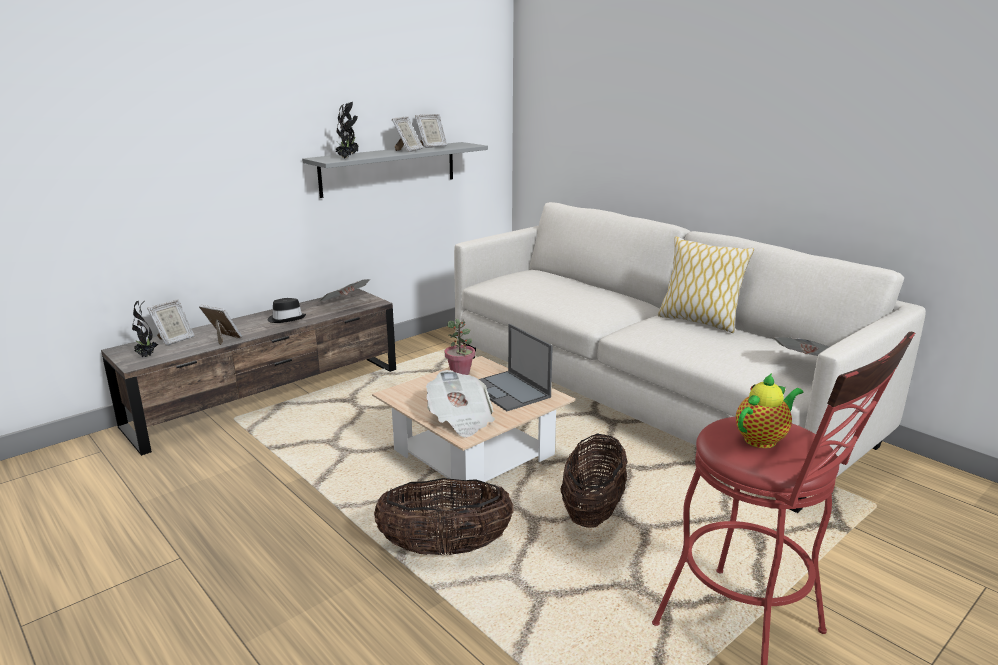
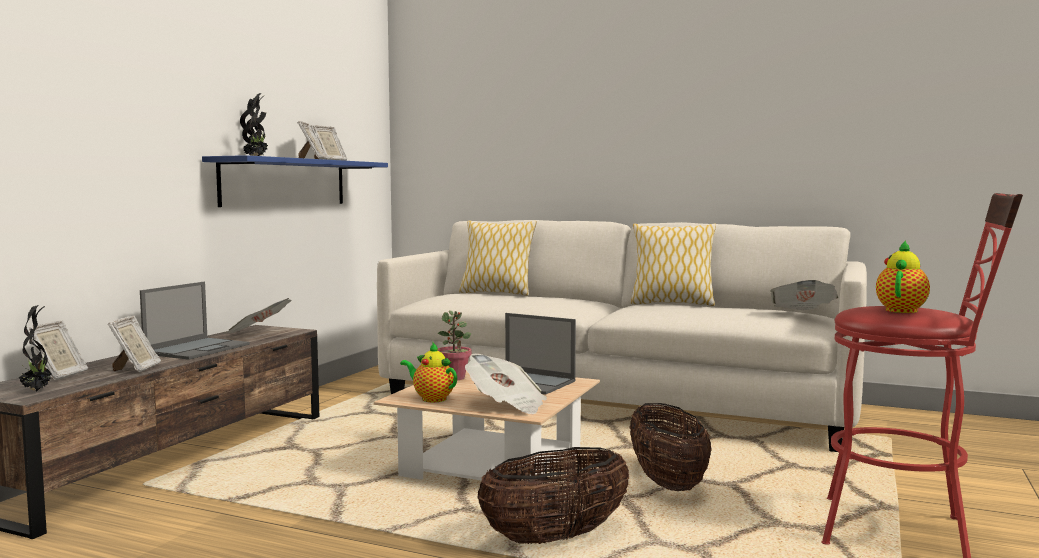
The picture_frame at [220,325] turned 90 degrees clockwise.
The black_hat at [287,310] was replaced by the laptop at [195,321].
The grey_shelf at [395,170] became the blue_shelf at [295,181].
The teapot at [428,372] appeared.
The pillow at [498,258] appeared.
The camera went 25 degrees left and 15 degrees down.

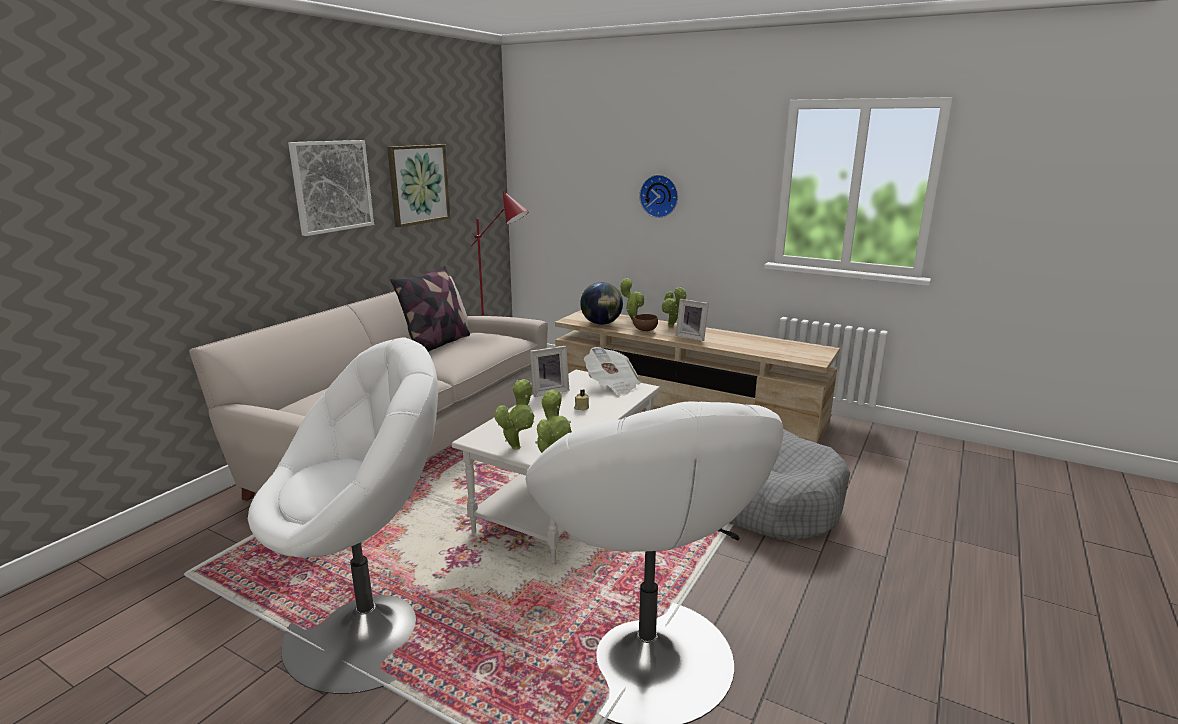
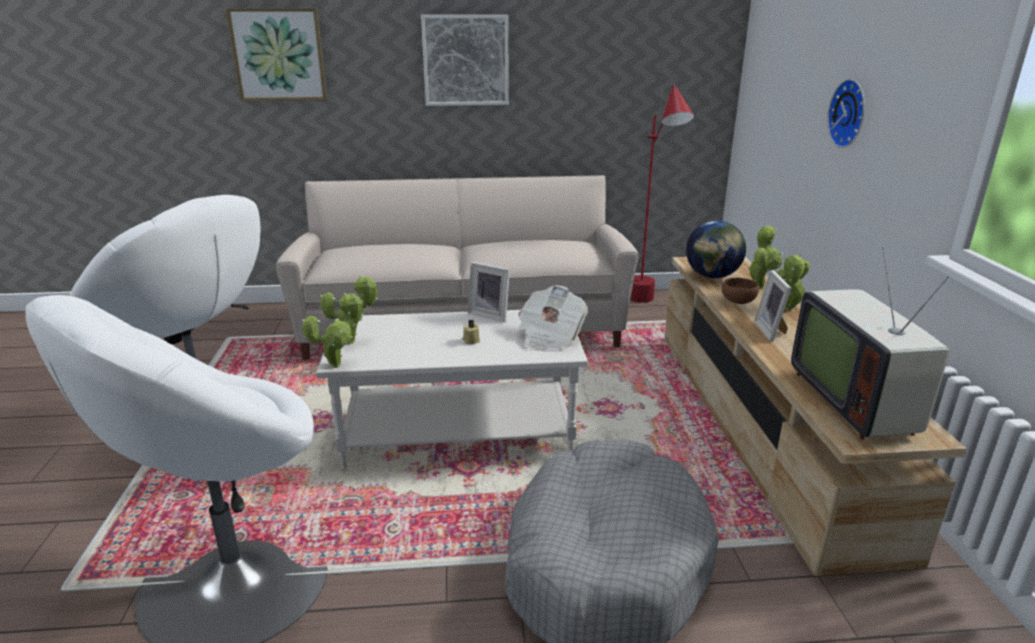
The picture moved from [418,185] to [276,54].
The television at [870,343] appeared.
The pillow at [430,309] disappeared.
The camera went 55 degrees right and 5 degrees up.

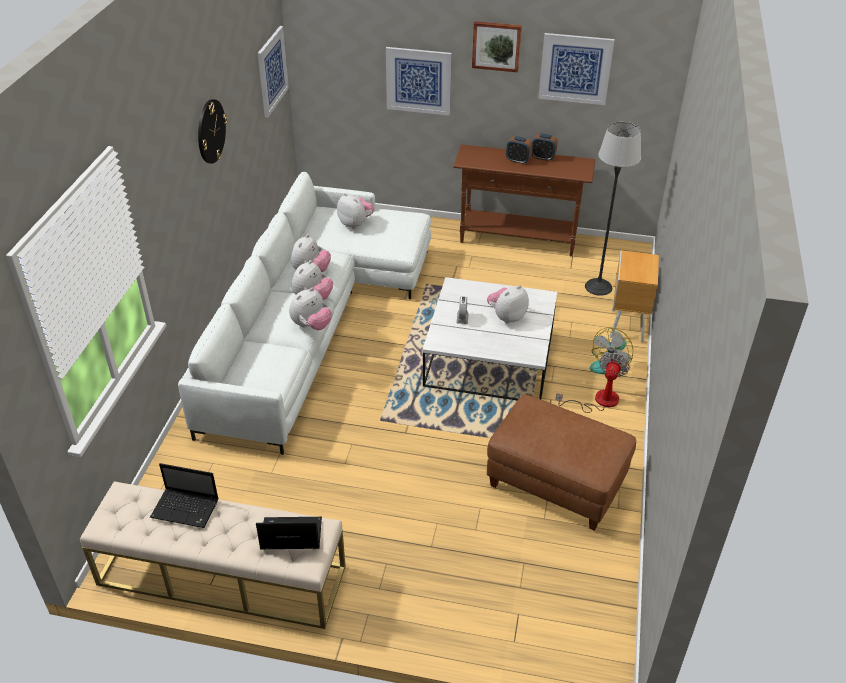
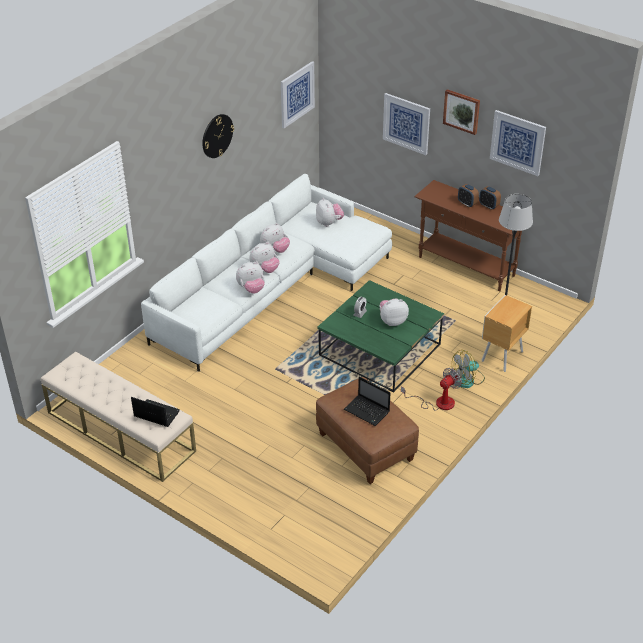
The white_coffee_table at [490,338] became the green_coffee_table at [380,336].
The laptop moved from [184,495] to [367,401].
The camera went 25 degrees right and 0 degrees up.

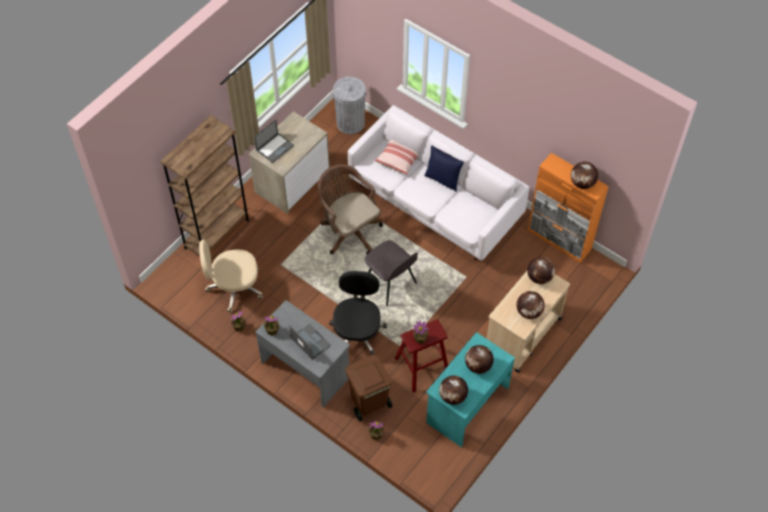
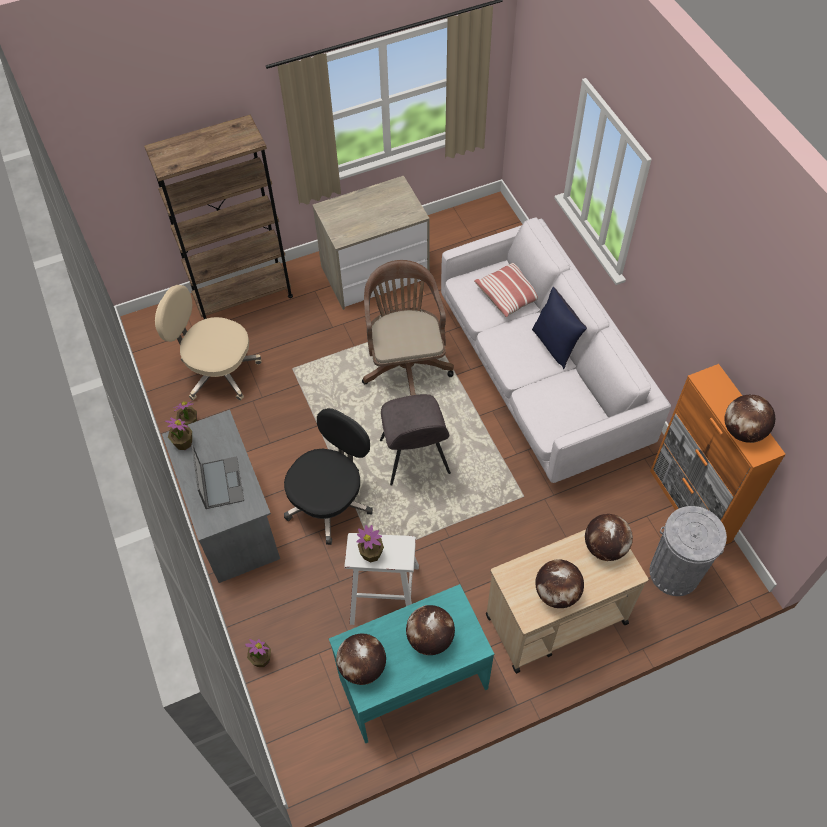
The red_stool at [421,356] became the white_stool at [381,579].
The grey_trash_can moved from [349,105] to [688,551].
The laptop at [274,141] disappeared.
The brown_trash_can at [368,388] disappeared.
The camera went 30 degrees right and 0 degrees up.

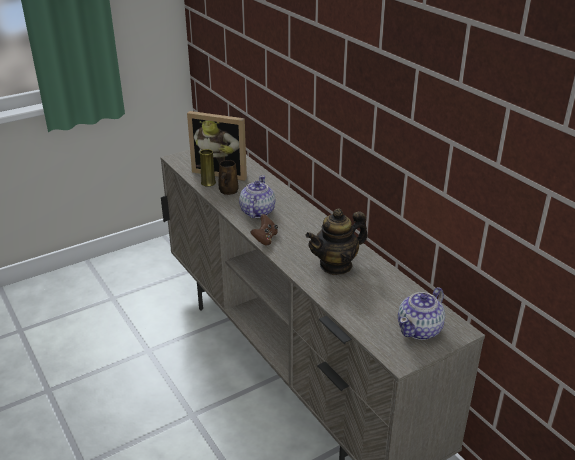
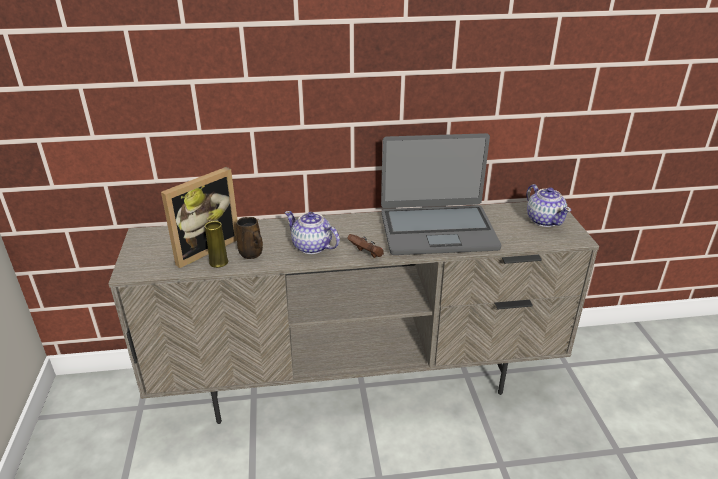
The teapot at [337,242] was replaced by the laptop at [441,194].
The camera went 65 degrees left and 0 degrees up.

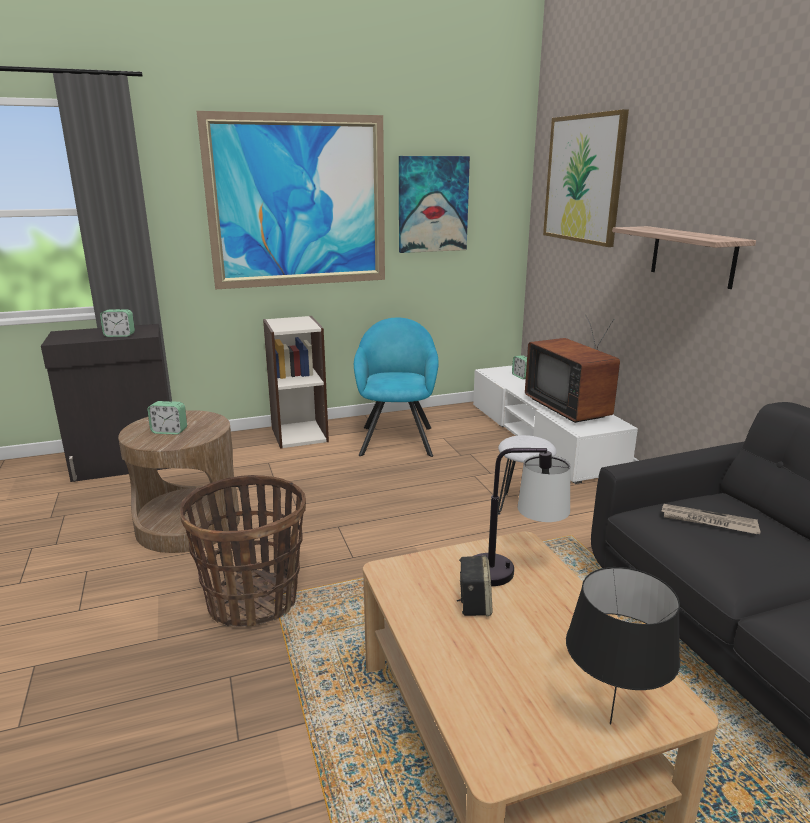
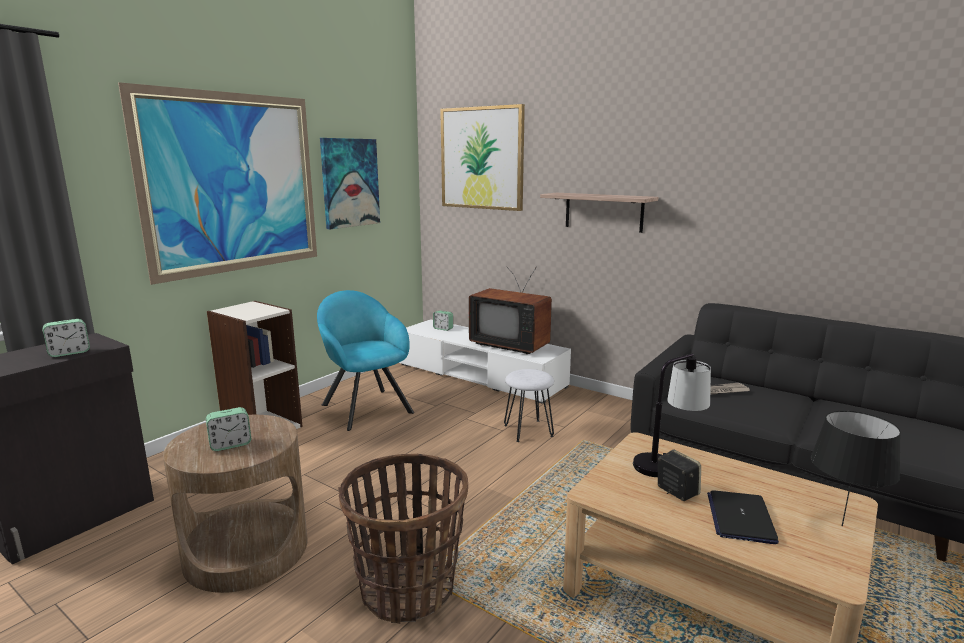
The laptop at [743,517] appeared.
The camera went 35 degrees left and 5 degrees down.

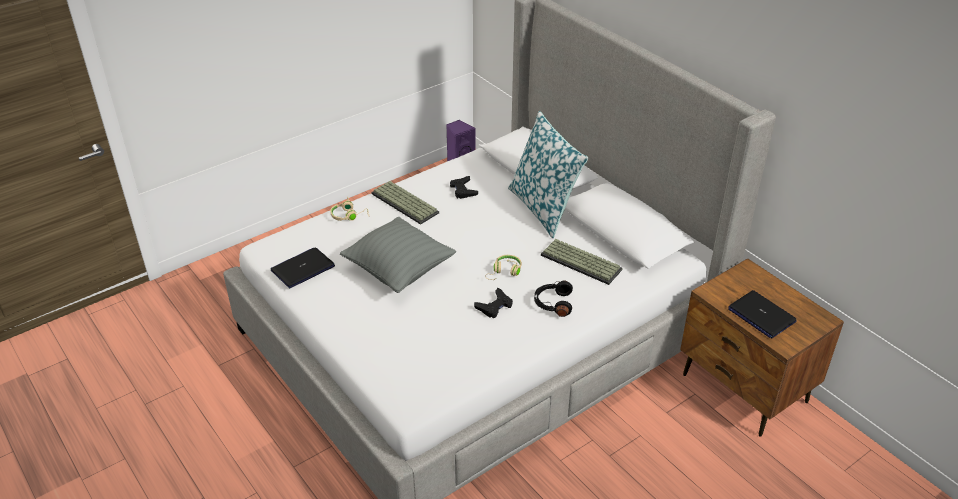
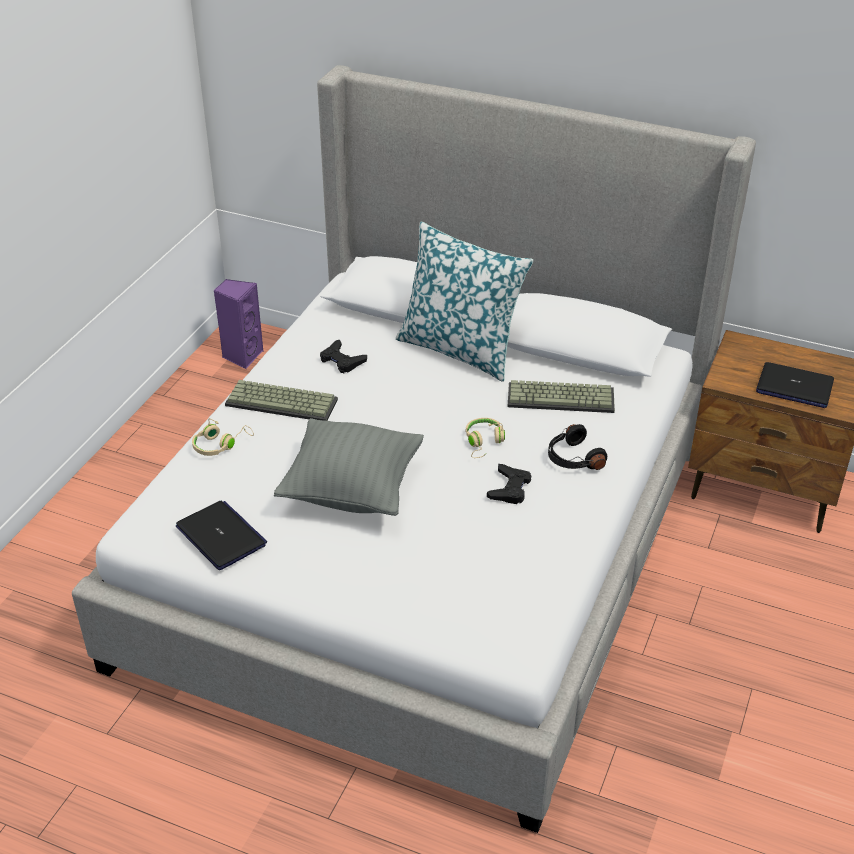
The laptop at [303,267] turned 120 degrees clockwise.
The camera went 30 degrees left and 0 degrees up.

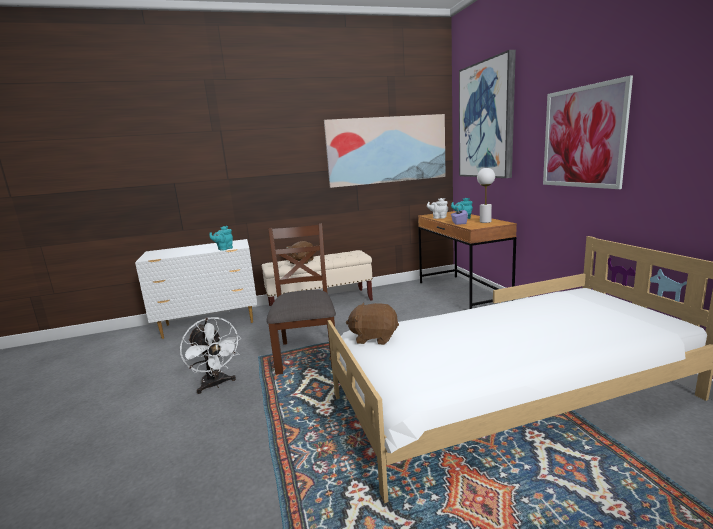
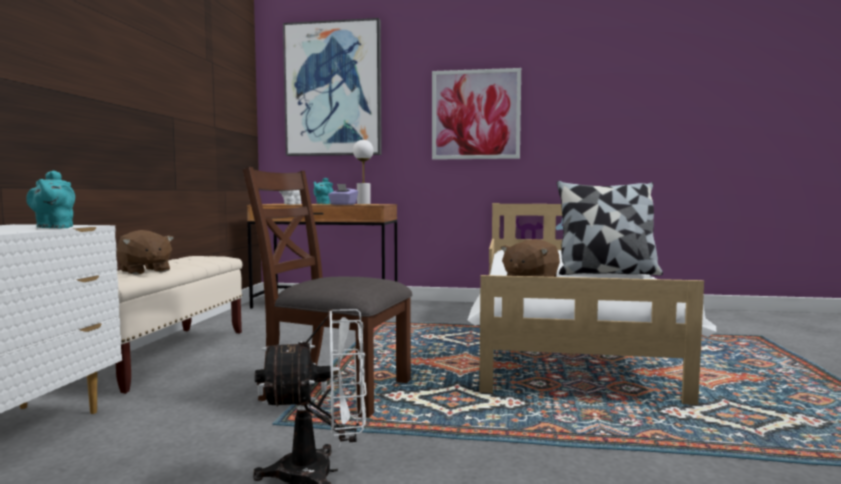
The pillow at [610,228] appeared.
The picture at [385,151] disappeared.
The camera went 65 degrees left and 10 degrees down.

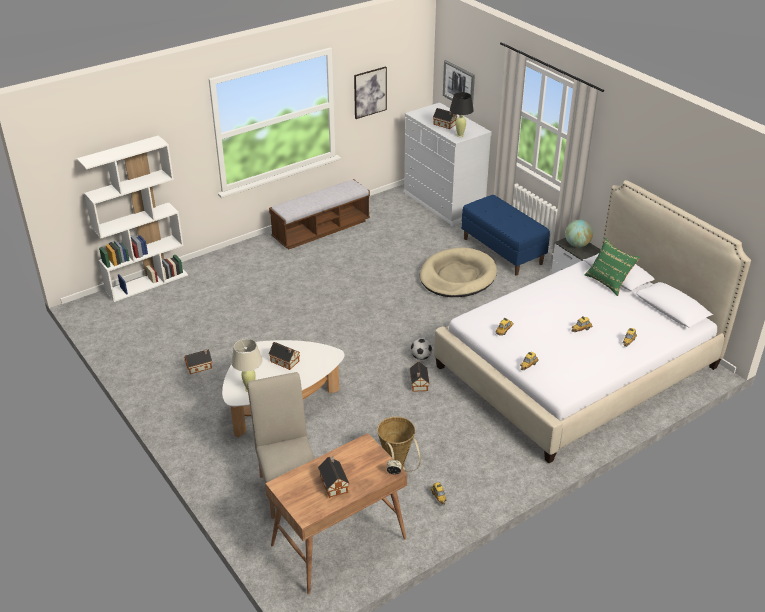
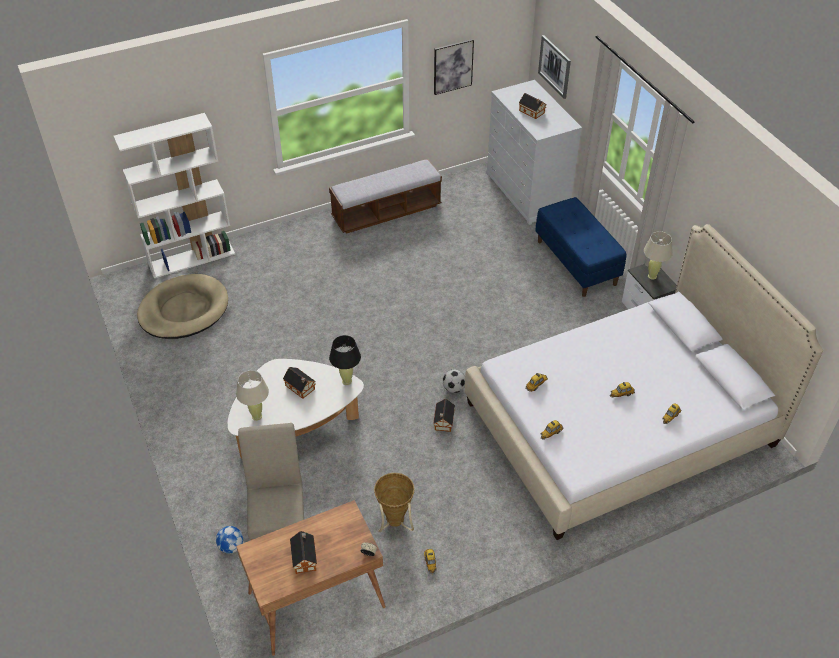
The beige_dog_bed moved from [458,272] to [182,306].
The football at [229,539] appeared.
The black_table_lamp moved from [462,114] to [345,360].
The globe at [579,233] was replaced by the beige_table_lamp at [658,255].
The toy_house at [198,361] disappeared.
The green_pillow at [613,267] disappeared.
The camera went 10 degrees right and 10 degrees up.

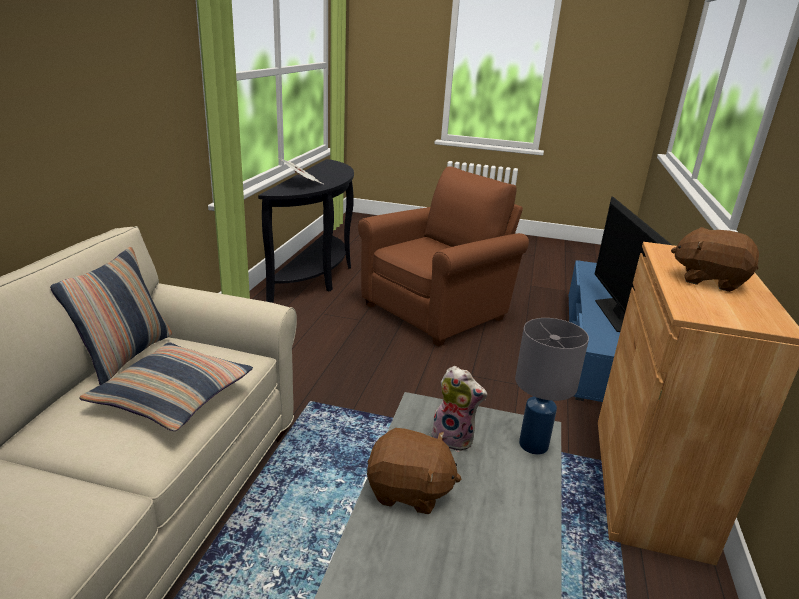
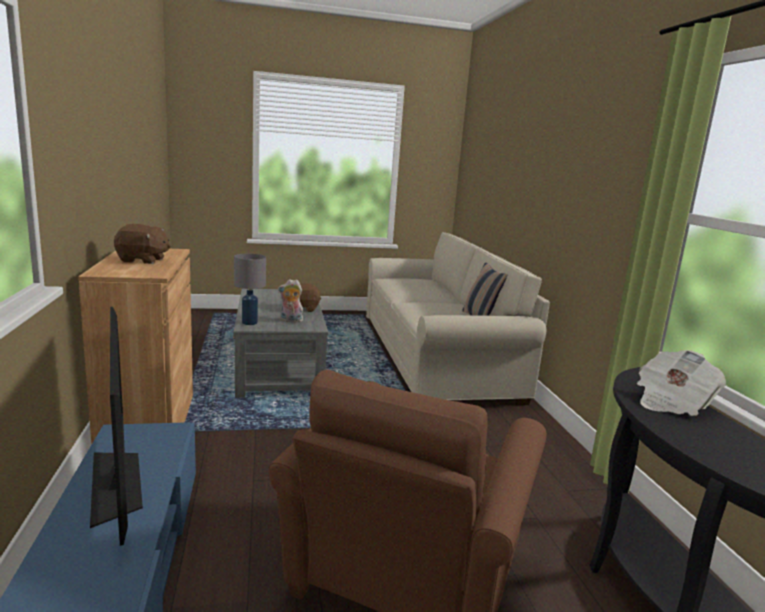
The pillow at [166,386] disappeared.
The camera went 155 degrees right and 10 degrees down.

